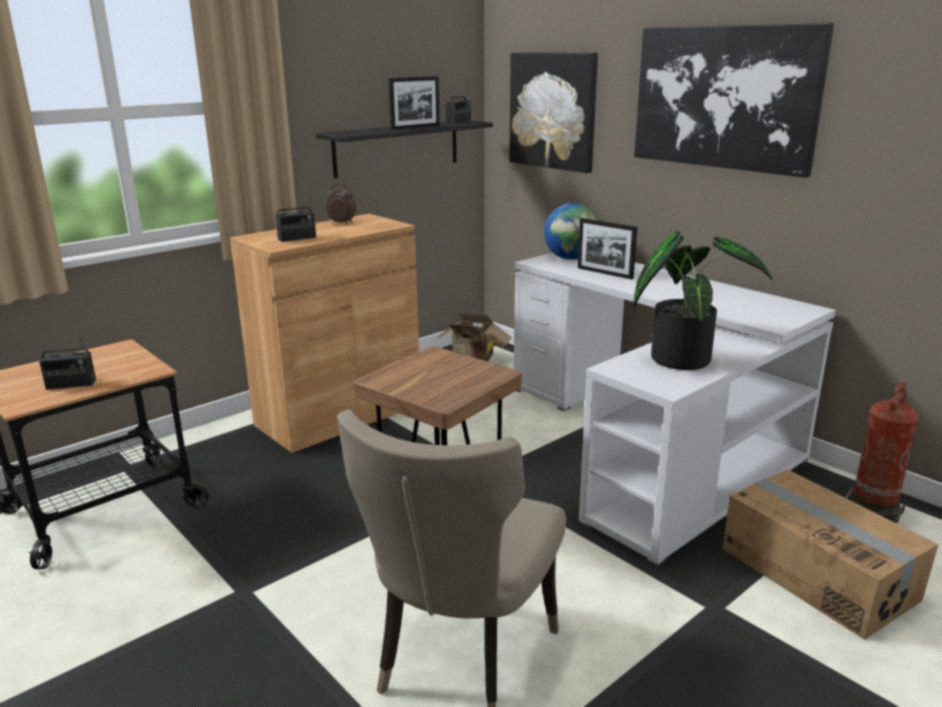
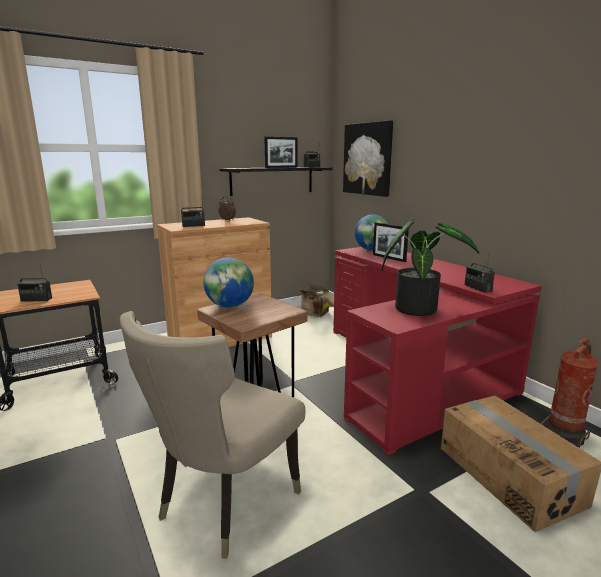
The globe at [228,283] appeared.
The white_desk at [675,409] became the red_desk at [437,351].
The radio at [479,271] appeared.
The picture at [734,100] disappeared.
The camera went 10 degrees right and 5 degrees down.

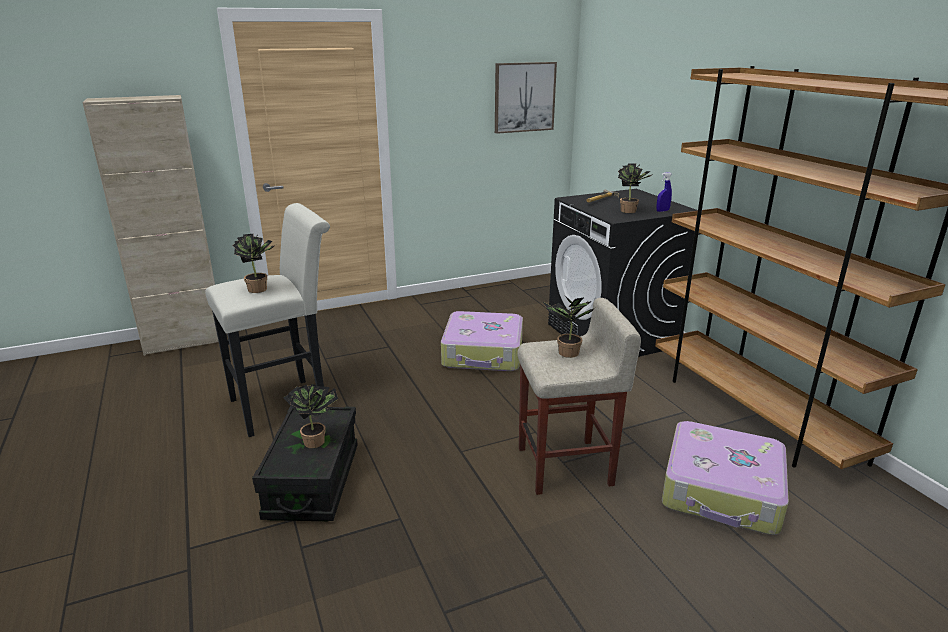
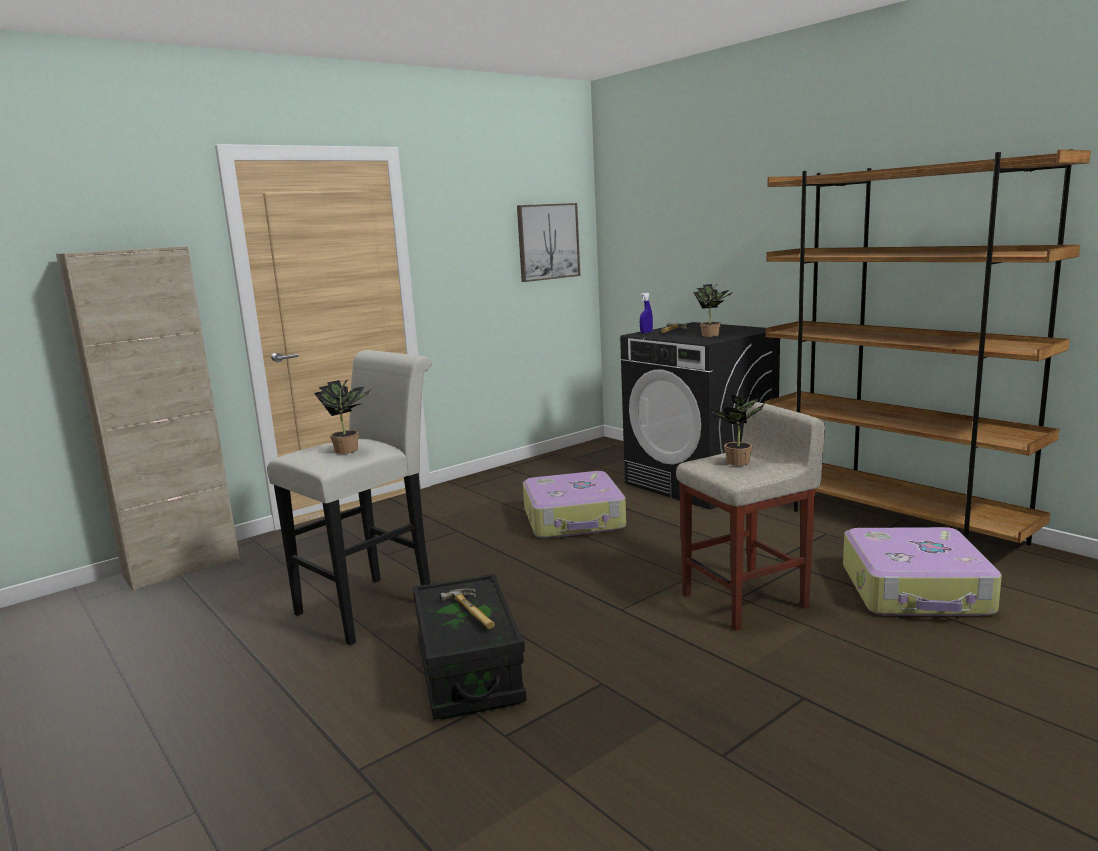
The potted_plant at [311,416] was replaced by the hammer at [467,608].
The blue_spray_bottle moved from [664,192] to [646,312].
The camera went 15 degrees left and 10 degrees down.

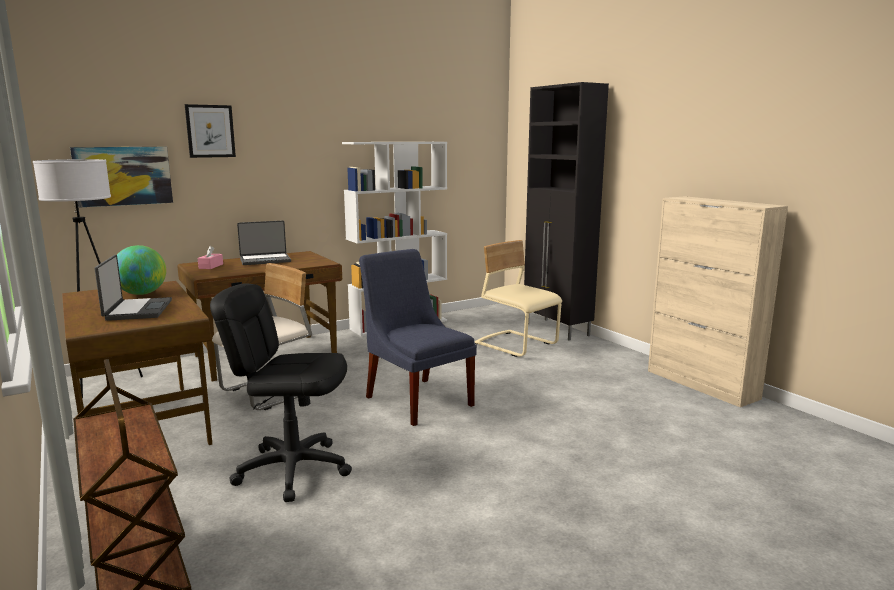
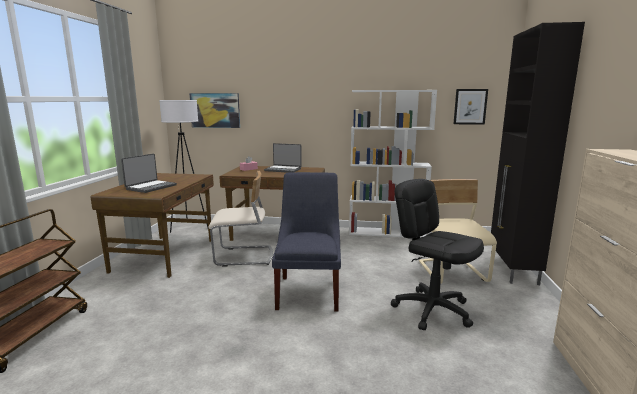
The black_office_chair moved from [281,392] to [437,254].
The picture moved from [210,131] to [470,107].
The globe at [141,270] disappeared.
The camera went 40 degrees right and 0 degrees up.

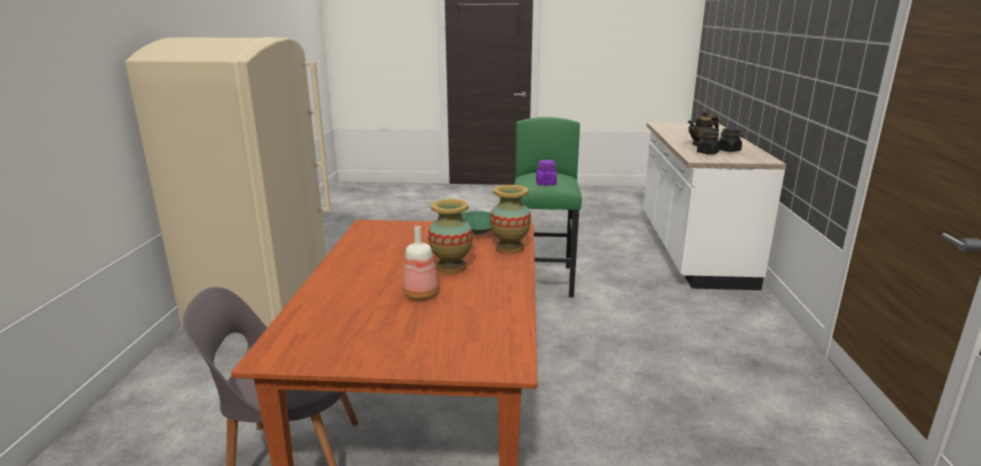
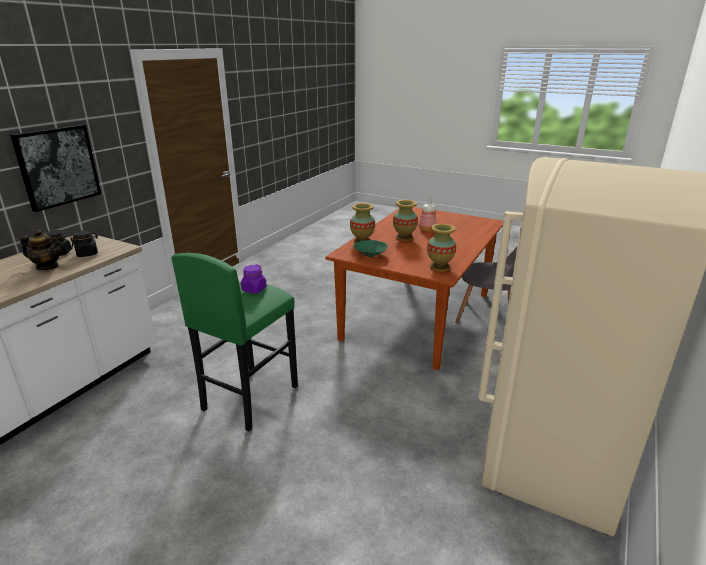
The picture at [55,168] appeared.
The vase at [441,248] appeared.
The camera went 155 degrees left and 5 degrees up.

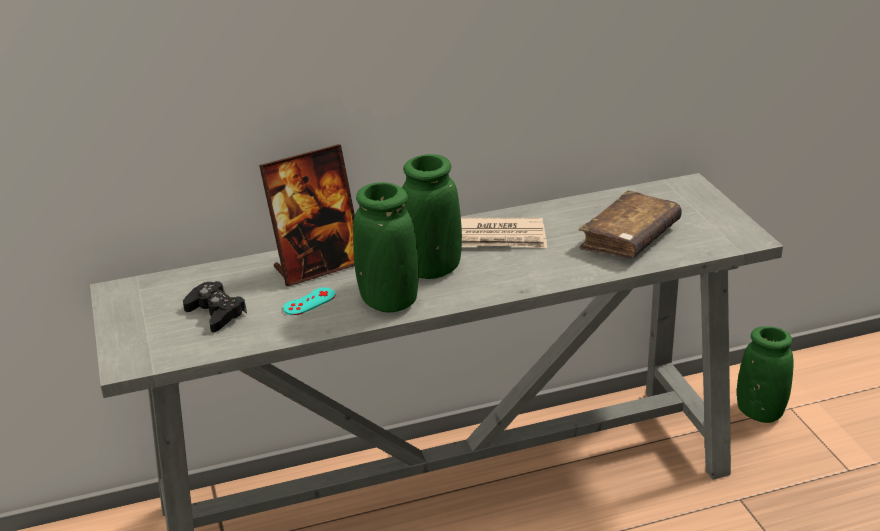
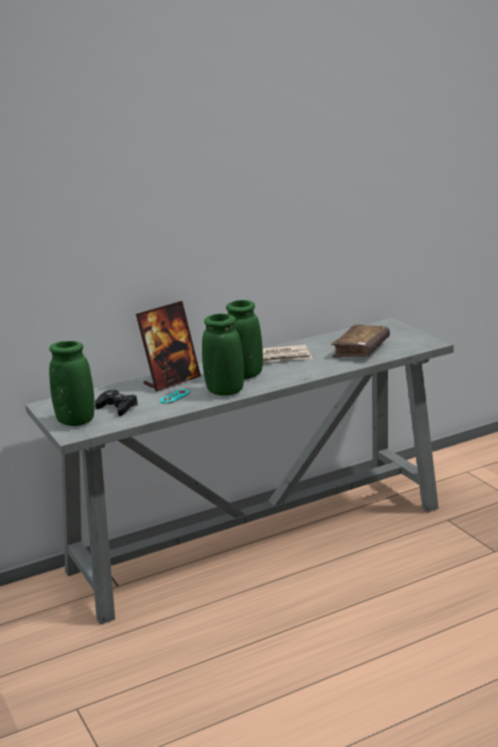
The green_vase moved from [765,375] to [72,383].
The camera went 10 degrees left and 10 degrees down.

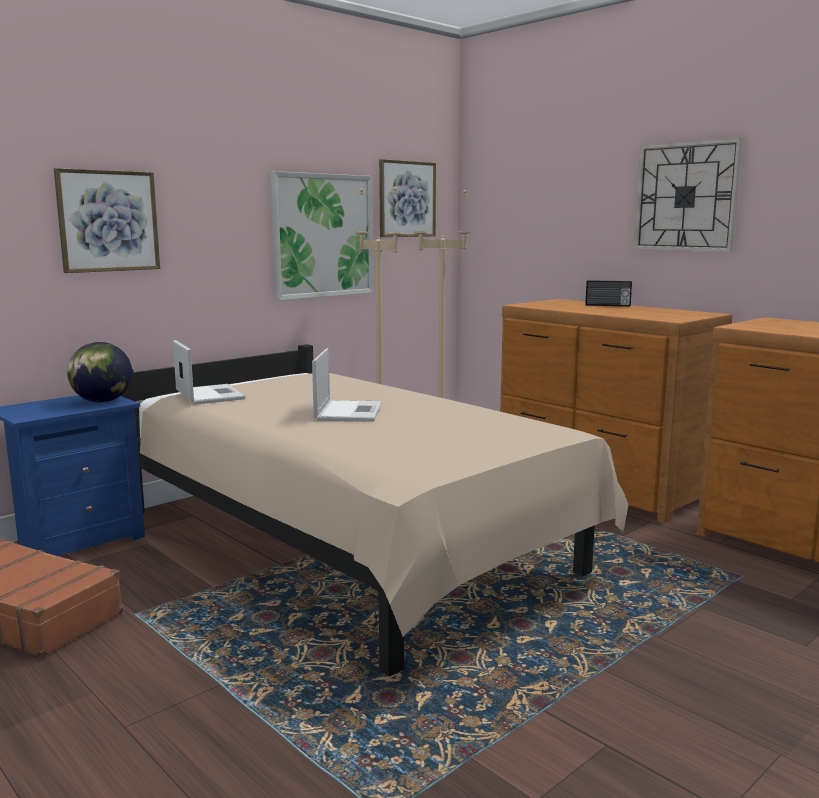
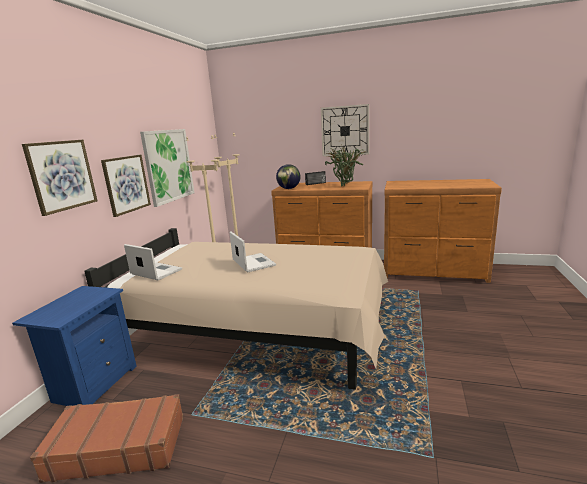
The picture moved from [407,198] to [126,186].
The globe moved from [99,372] to [288,176].
The potted_plant at [345,165] appeared.
The camera went 30 degrees left and 5 degrees up.

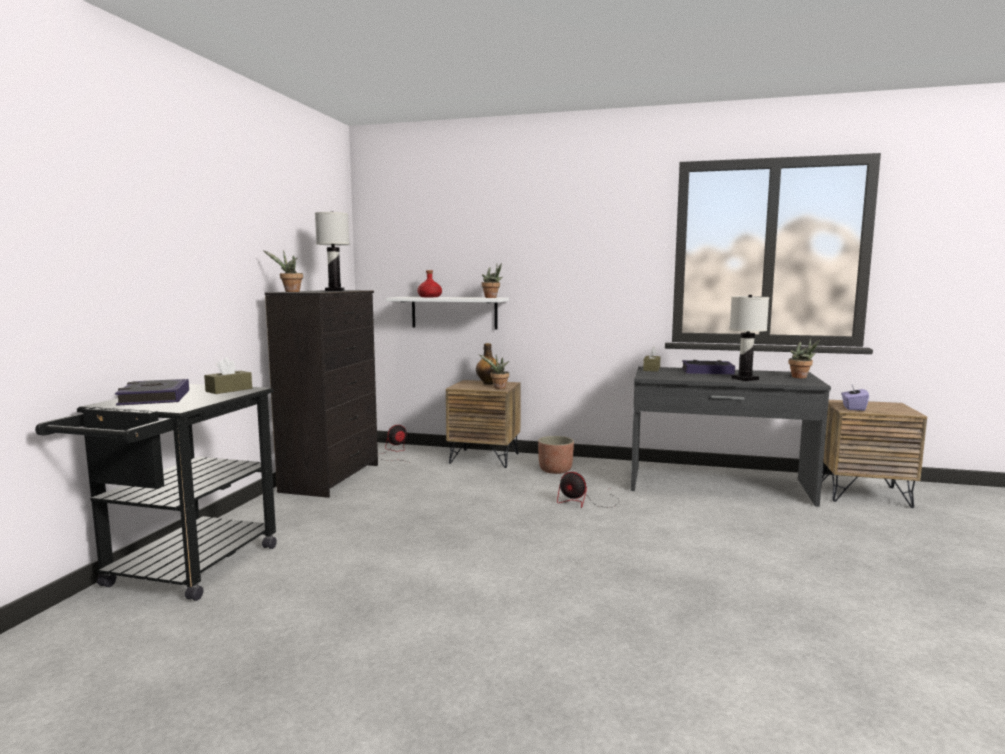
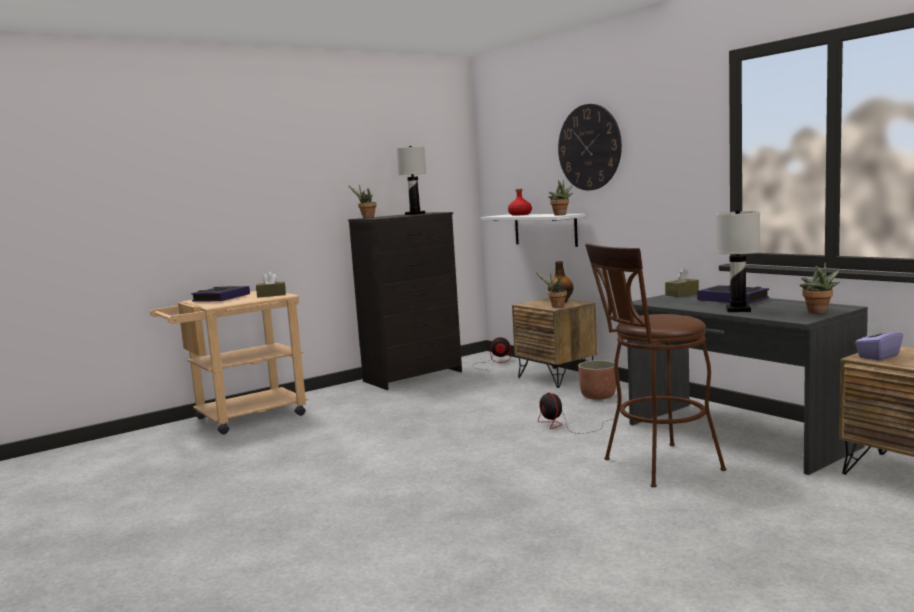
The black_cart at [156,492] became the beige_cart at [229,363].
The wall_clock at [590,147] appeared.
The brown_stool at [655,365] appeared.
The camera went 40 degrees right and 0 degrees up.

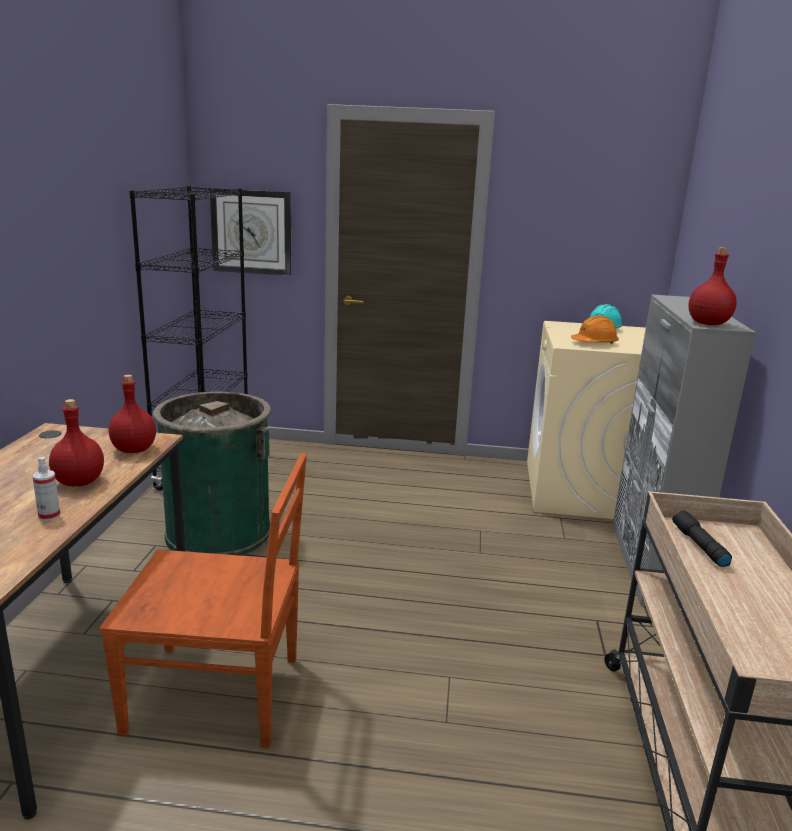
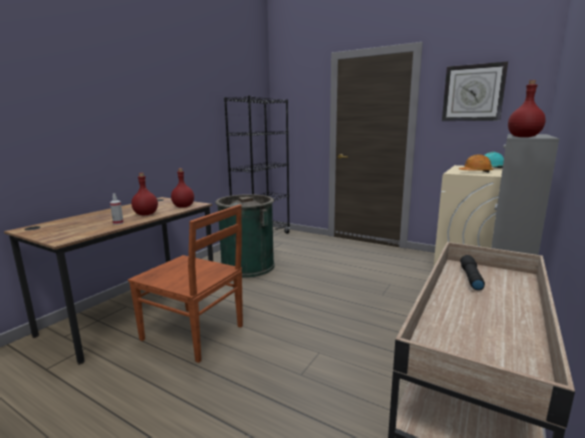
The wall_clock moved from [251,232] to [475,91].
The camera went 25 degrees right and 5 degrees down.

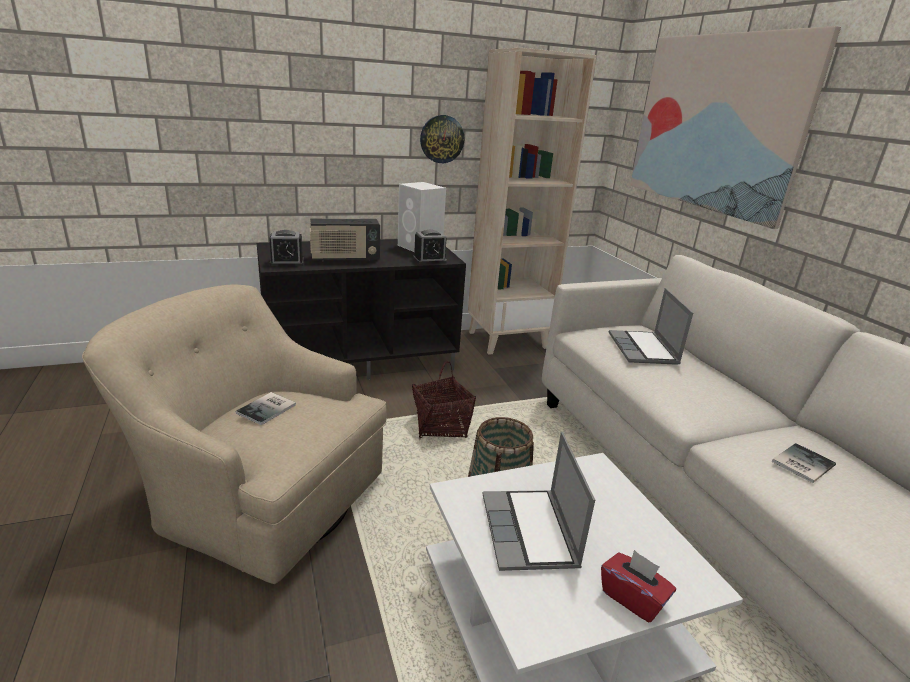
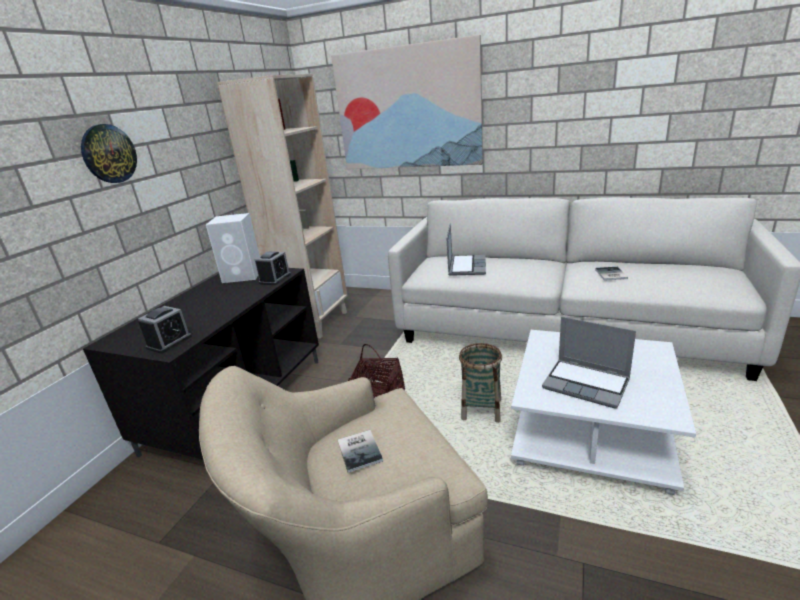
The wall_clock moved from [442,139] to [109,153].
The laptop at [651,326] turned 120 degrees counterclockwise.
The radio at [345,239] disappeared.
The red_tissue_box at [638,586] disappeared.
The camera went 45 degrees left and 0 degrees up.

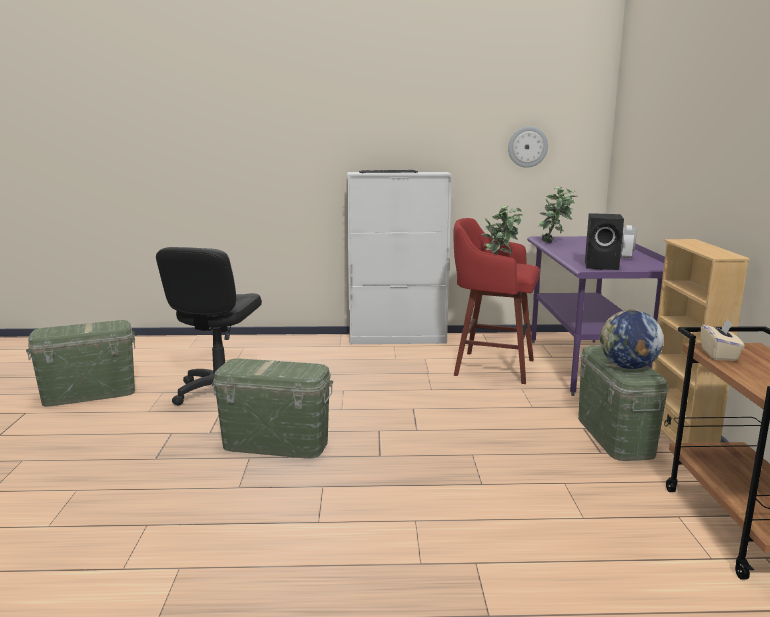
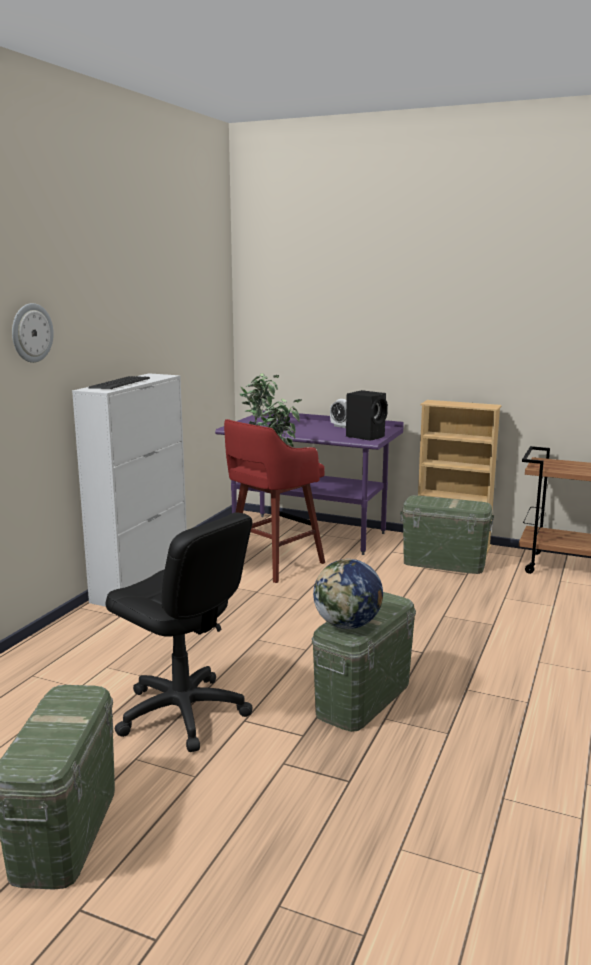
The wall_clock moved from [528,147] to [33,333].
The globe moved from [632,339] to [348,594].
The beige_tissue_box at [723,340] disappeared.
The camera went 65 degrees left and 0 degrees up.

